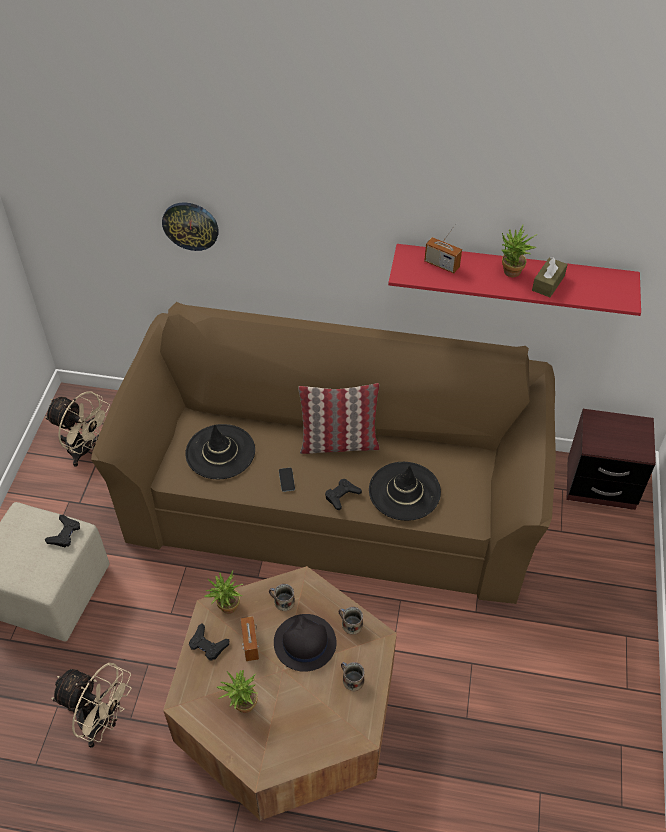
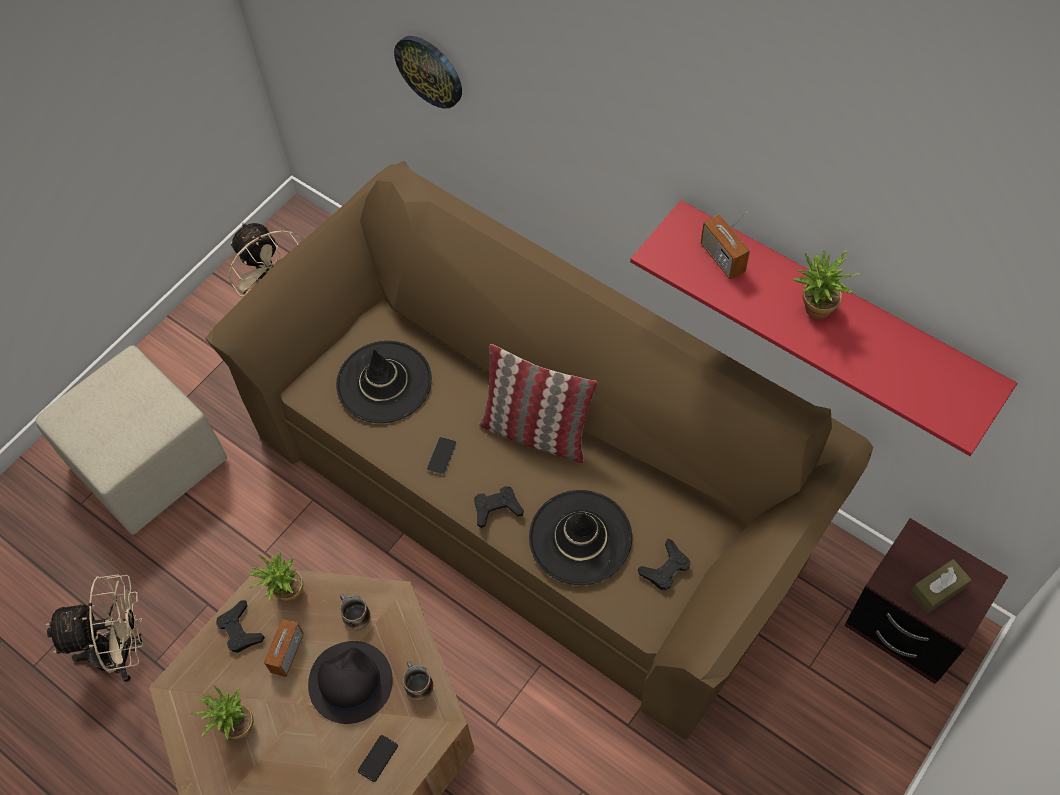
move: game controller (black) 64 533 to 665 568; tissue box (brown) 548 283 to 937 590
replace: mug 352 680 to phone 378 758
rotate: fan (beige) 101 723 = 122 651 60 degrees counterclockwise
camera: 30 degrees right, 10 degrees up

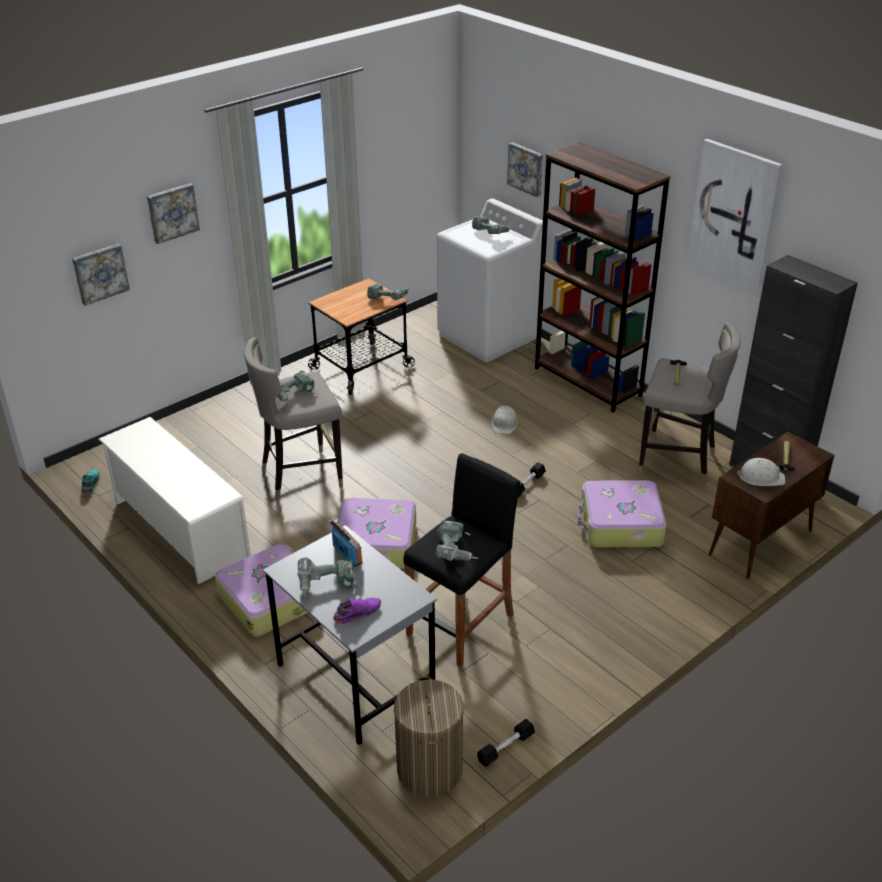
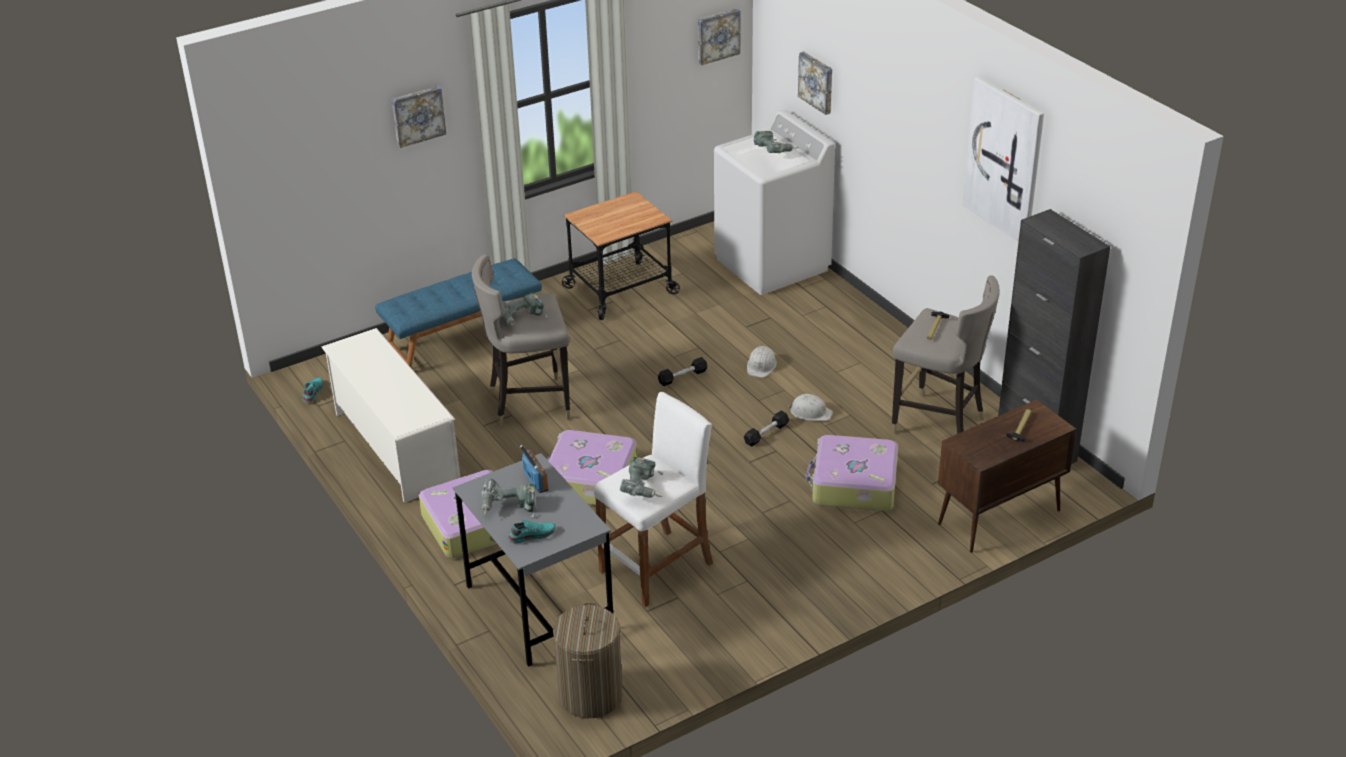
delete: power drill 388 299; bookcase (brown) 588 382
insert: bench (blue) 463 339
move: picture 100 273 to 717 35; dumbbell (black) 506 748 to 682 377; hard hat (white) 760 477 to 810 412
recolor: shoe (purple) 357 613 to shoe (turquoise) 531 535; stool (black) 461 625 to stool (white) 657 567
camera: 10 degrees right, 0 degrees up

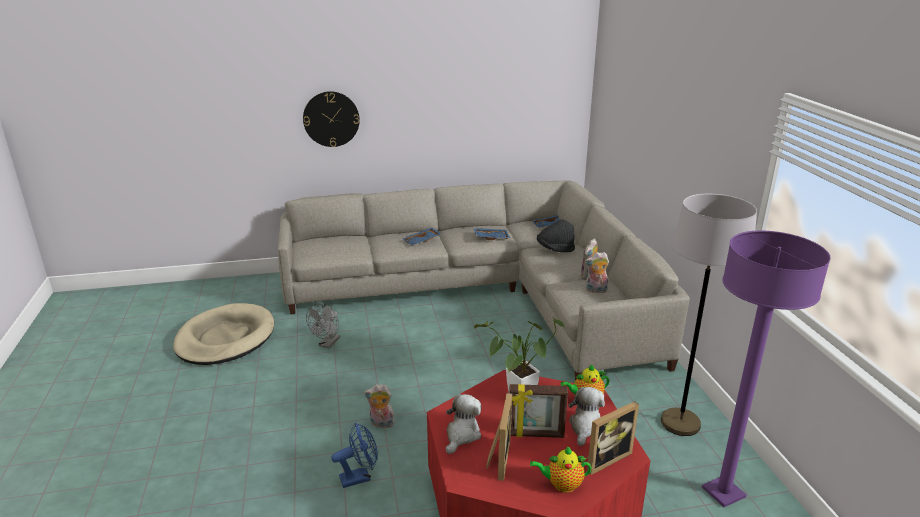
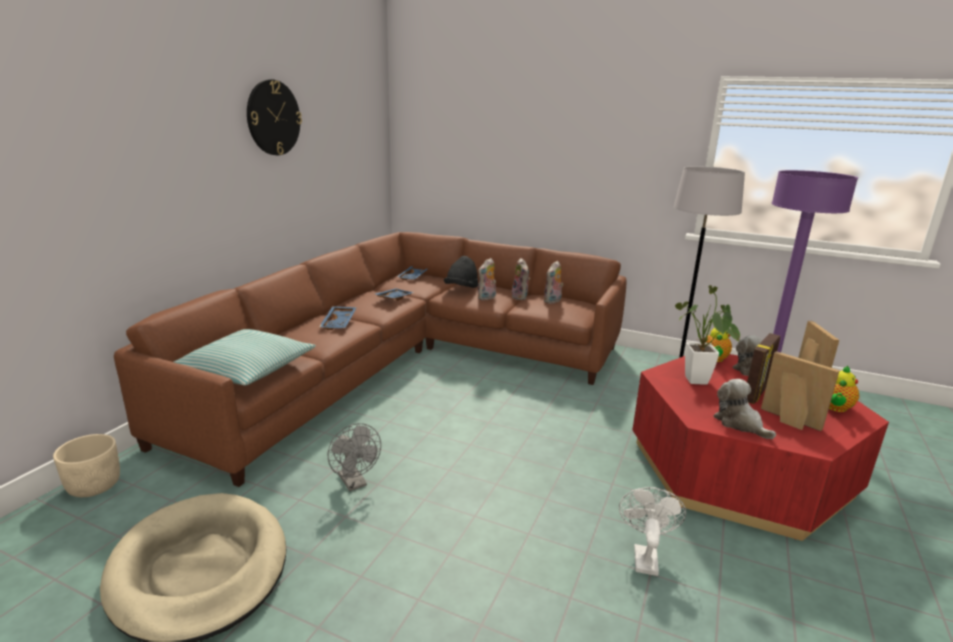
insert: planter (beige) 94 486; pillow 246 369
move: wall clock 331 119 to 273 118; plush toy 381 424 to 487 298
recolor: sofa (grey) 487 294 to sofa (brown) 405 363; fan (blue) 359 477 to fan (white) 644 556
camera: 55 degrees left, 5 degrees down

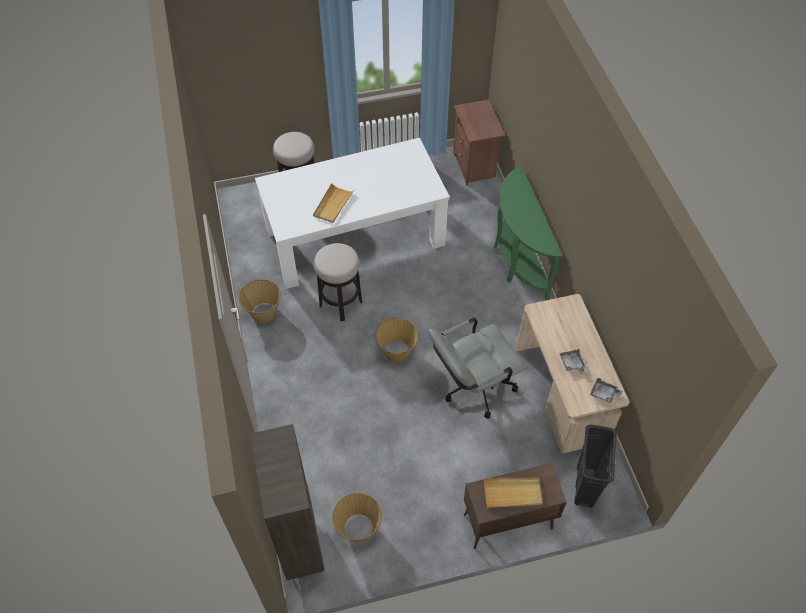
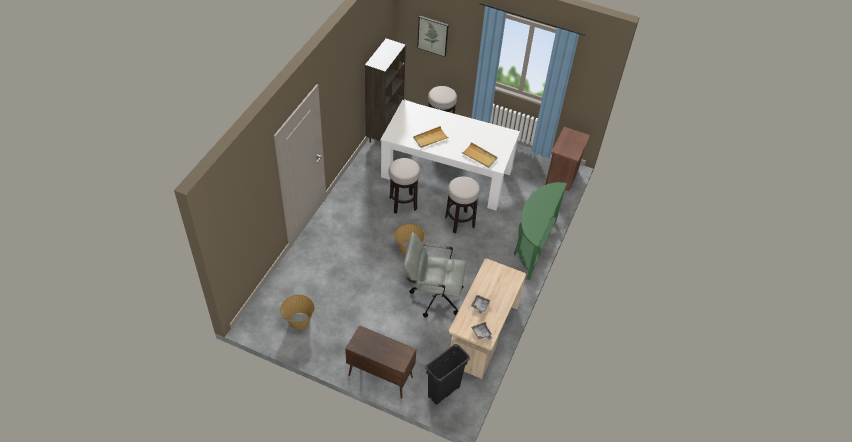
delete: basket 263 313
insert: picture 433 35; stool 459 222
move: bookcase (brown) 299 544 to 384 133; tray (beige) 513 493 to 479 156
camera: 35 degrees right, 5 degrees down

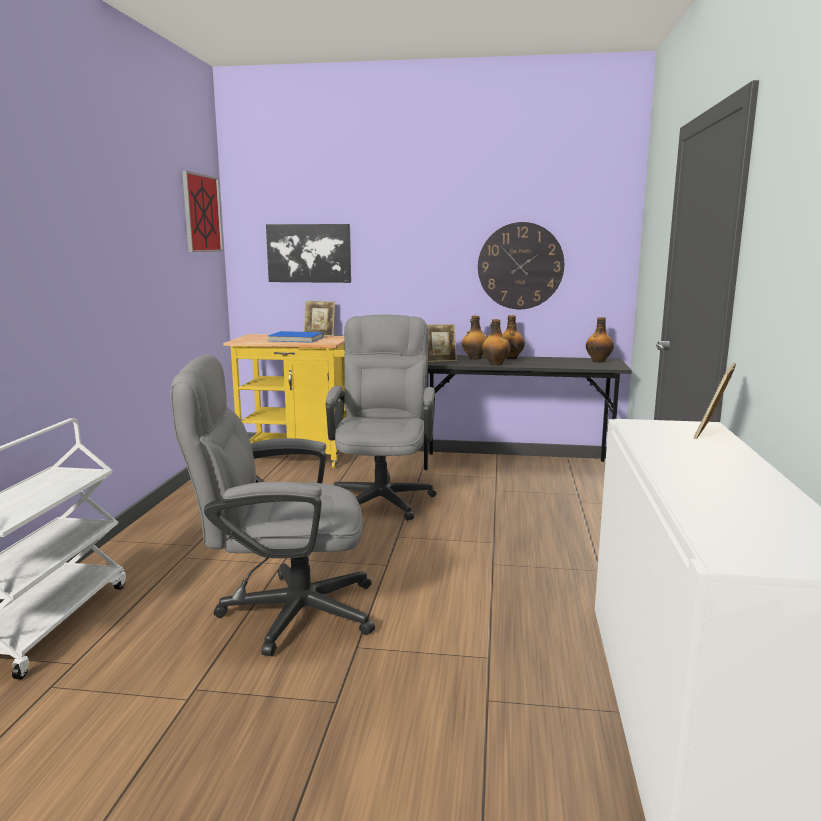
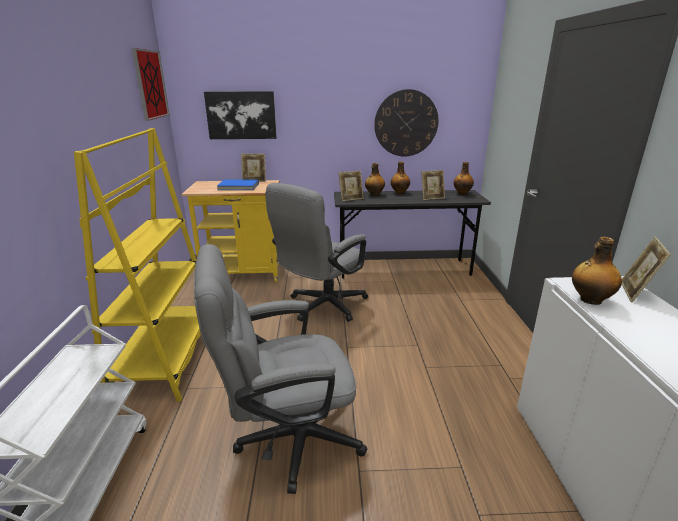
insert: bookcase (yellow) 167 357; picture frame 432 198
move: bottle 495 364 to 589 300
rotate: office chair (grey) 383 496 = 322 307 135 degrees counterclockwise
camera: 10 degrees left, 10 degrees up

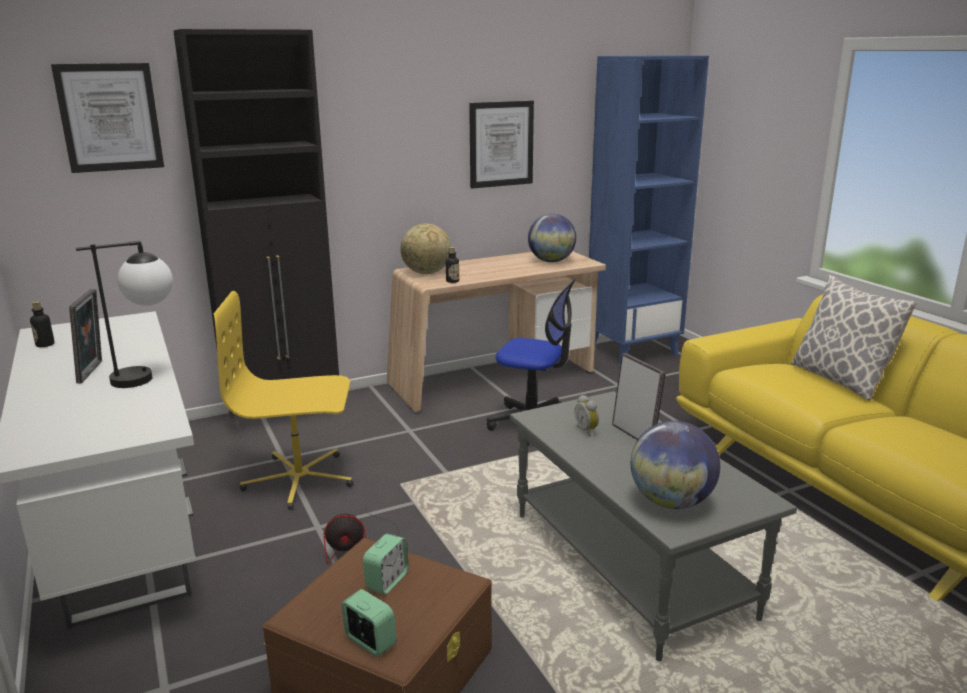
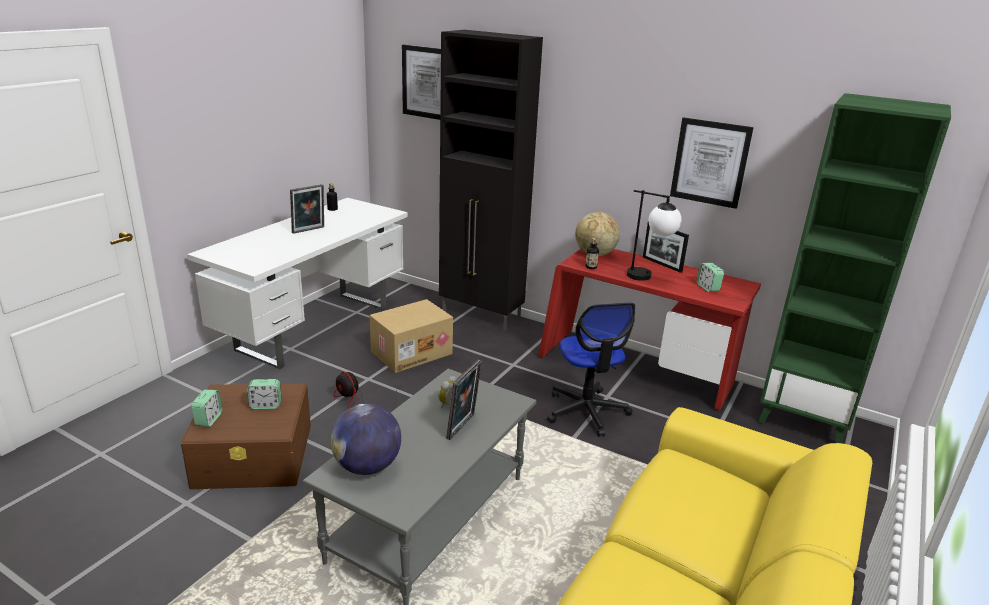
delete: pillow 839 380
insert: picture frame 662 264
move: table lamp 149 377 to 648 278
replace: office chair (yellow) 299 480 to cardboard box 411 352; globe 551 261 to alarm clock 708 288
recolor: desk (beige) 494 379 to desk (red) 636 370; bookcase (blue) 632 350 to bookcase (green) 804 420
camera: 55 degrees right, 5 degrees up

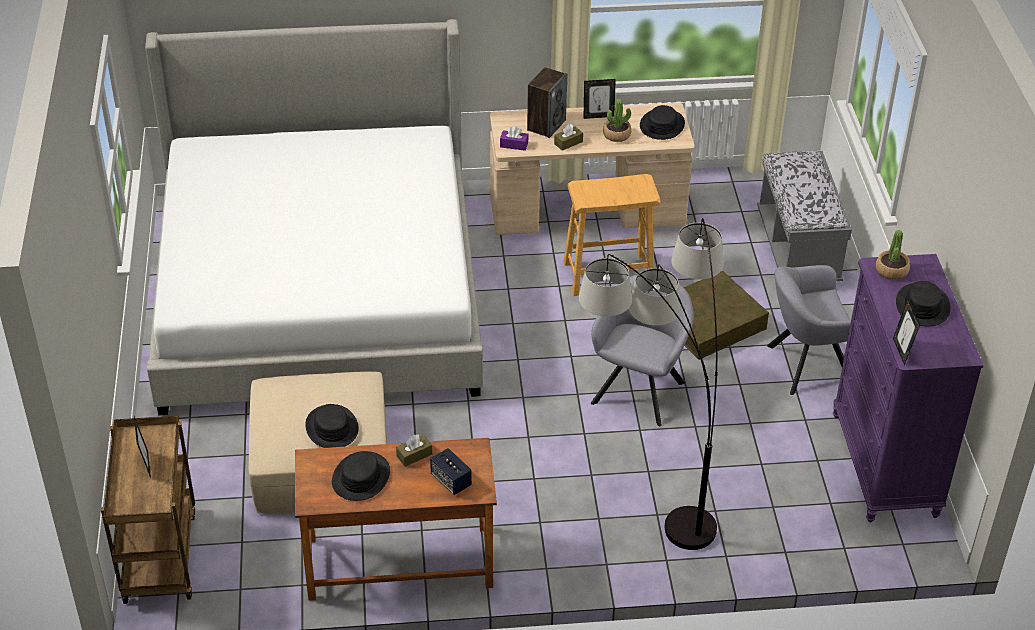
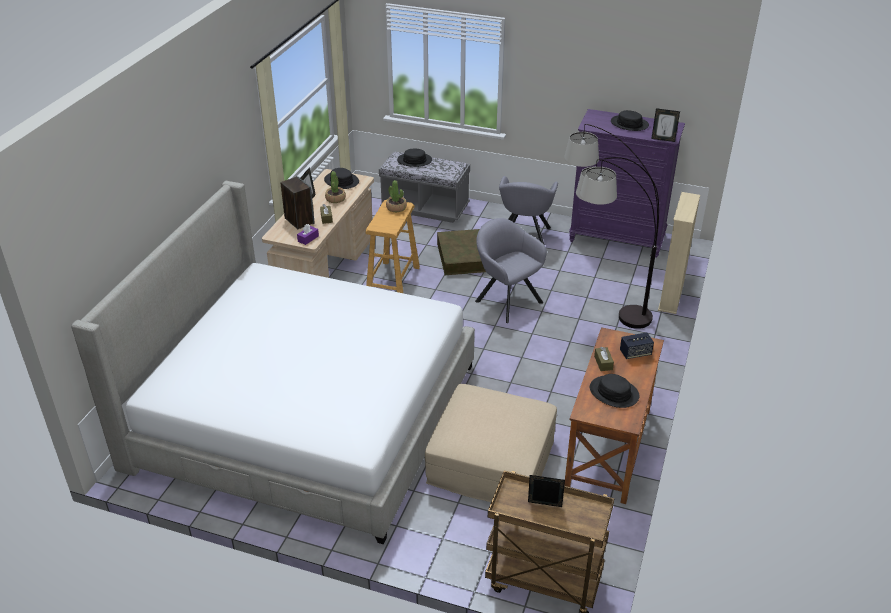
insert: bookcase (beige) 671 297
move: hat (black) 331 428 to 414 160; potted plant 891 270 to 396 208
camera: 65 degrees left, 5 degrees down

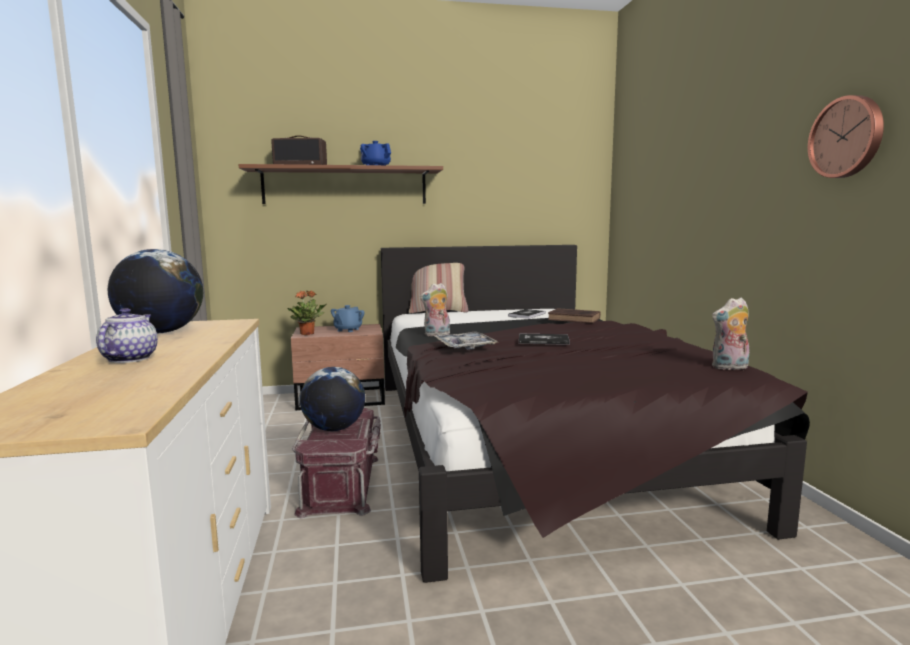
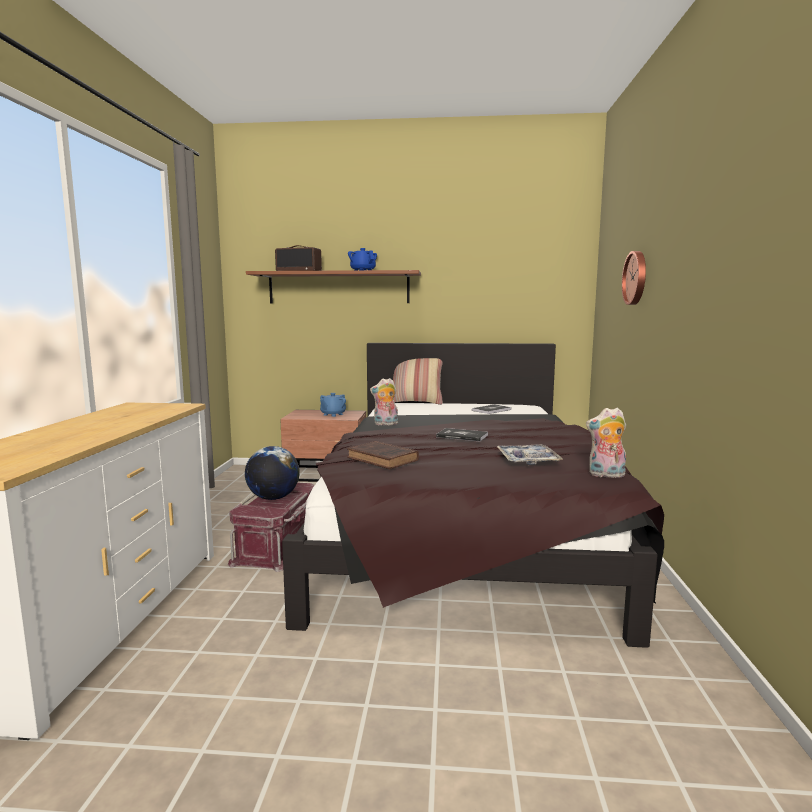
delete: teapot 130 358; globe 161 332; potted plant 307 334
move: tray 465 346 to 528 460; book (brown) 575 319 to 384 459; wall clock 847 137 to 636 278
camera: 15 degrees right, 0 degrees up

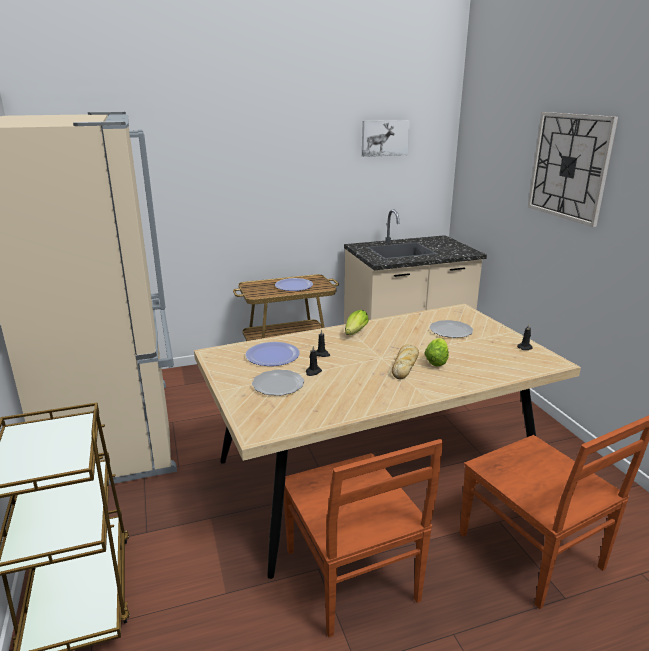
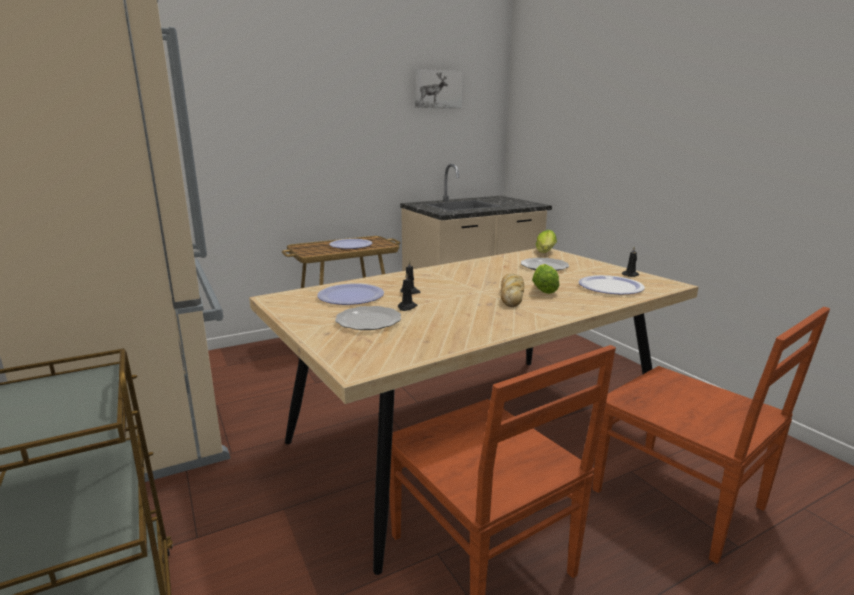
delete: wall clock 569 166
insert: plate 610 287
move: lettuce 354 333 to 545 253
camera: 10 degrees left, 5 degrees down

